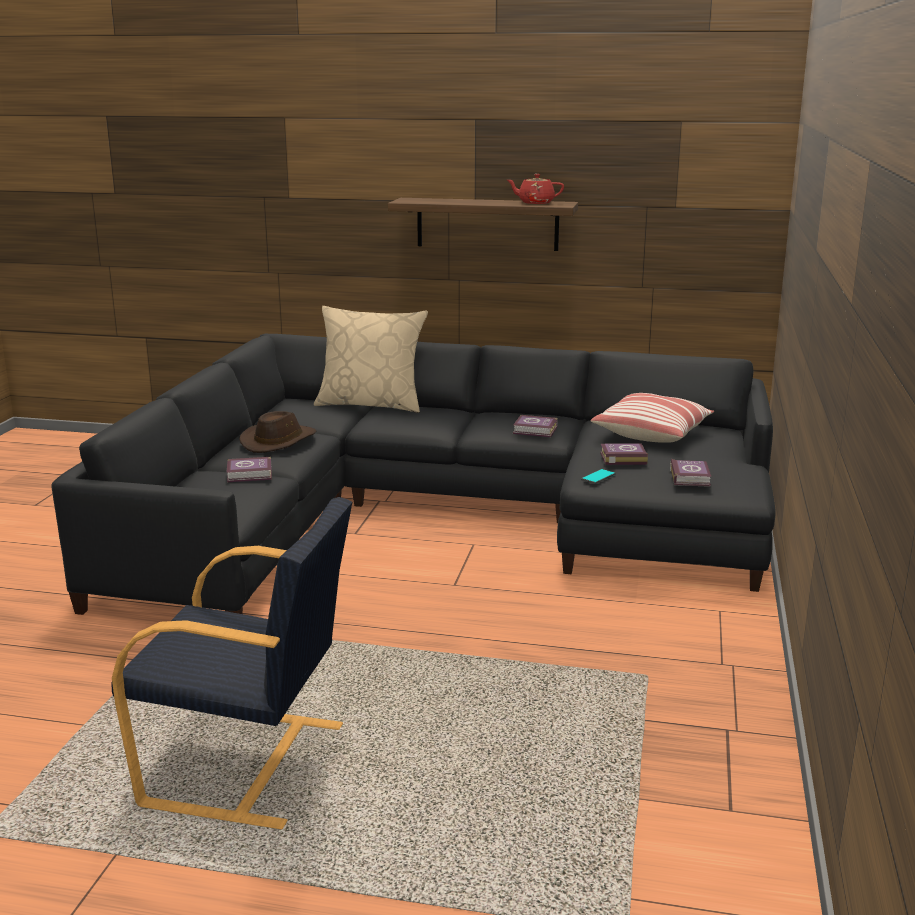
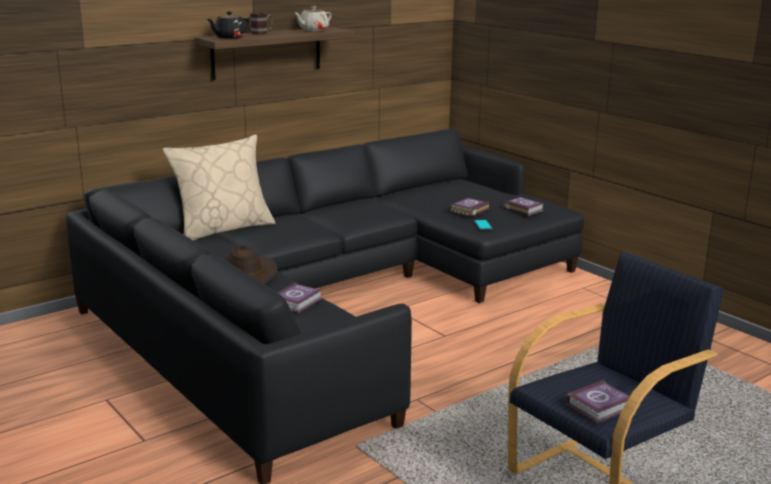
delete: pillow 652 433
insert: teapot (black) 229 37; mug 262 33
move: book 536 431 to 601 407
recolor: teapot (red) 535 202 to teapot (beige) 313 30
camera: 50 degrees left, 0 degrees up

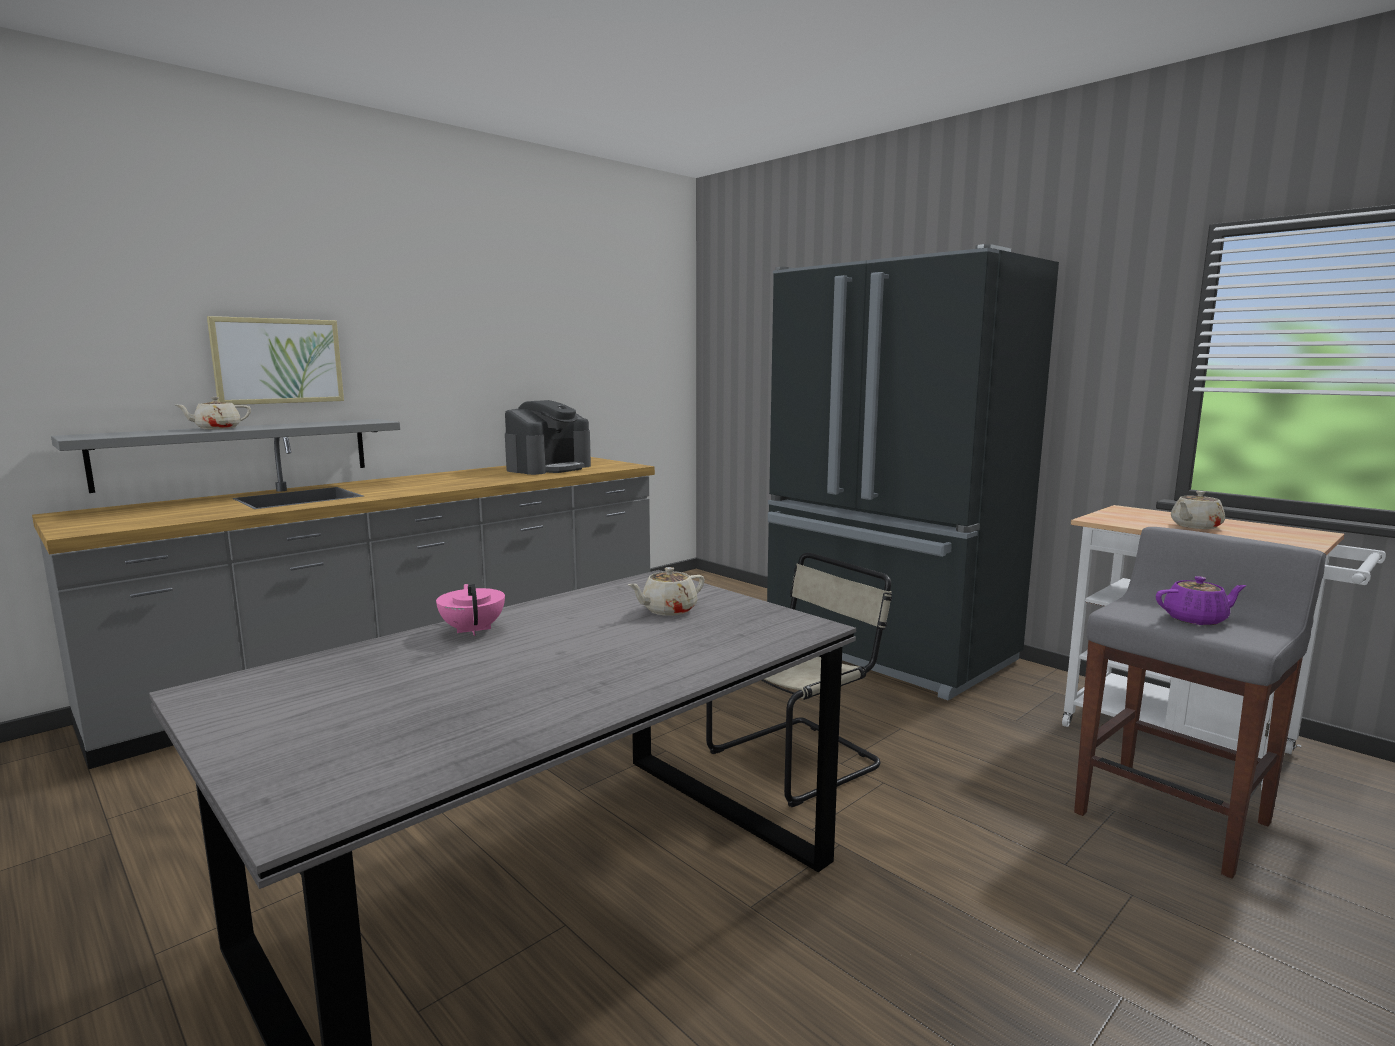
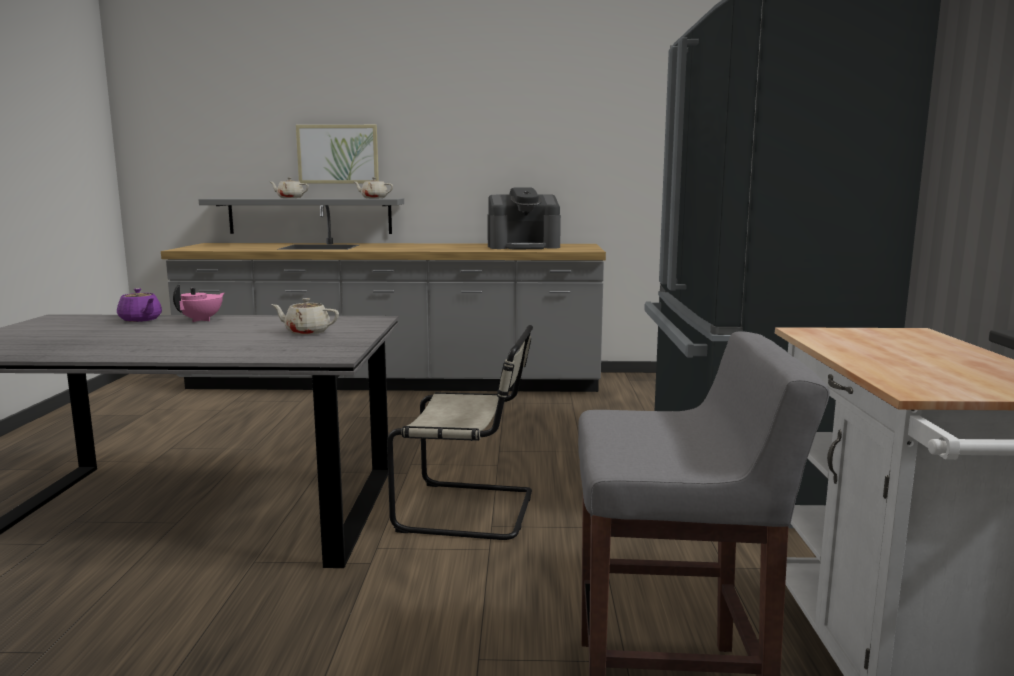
move: teapot (purple) 1196 619 to 141 320; teapot (beige) 1195 526 to 373 198
camera: 45 degrees right, 0 degrees up

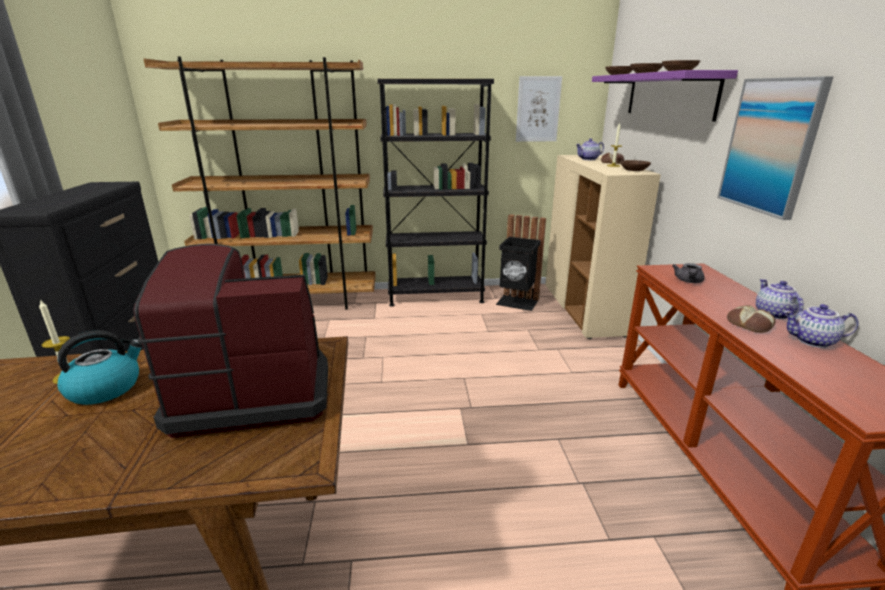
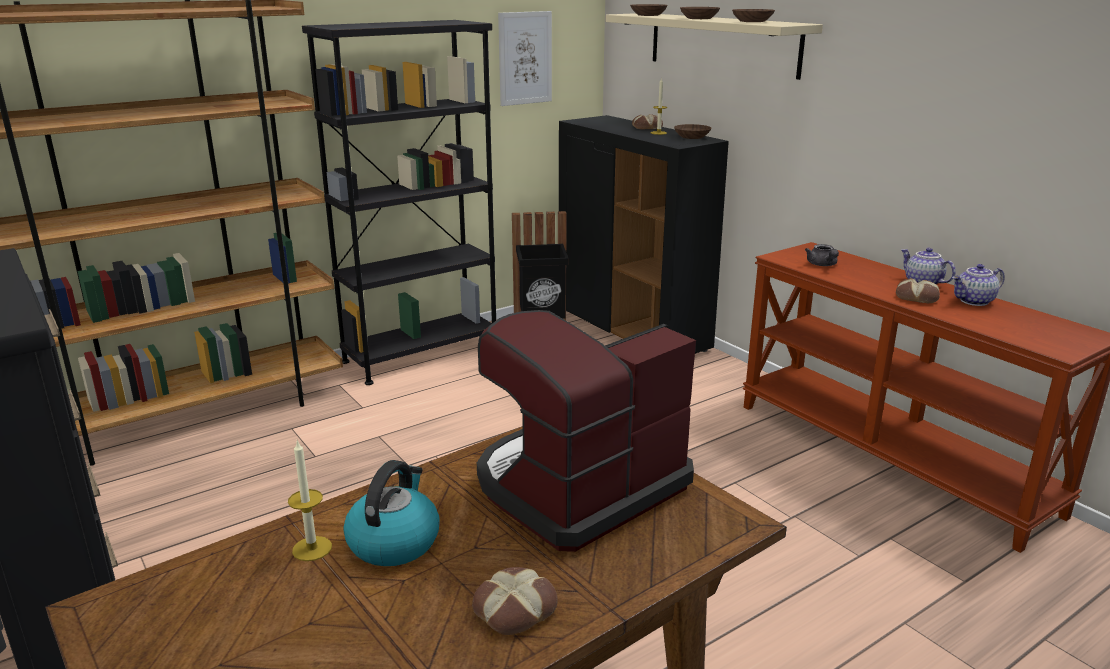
delete: teapot 588 159; picture 770 146
insert: bread 514 608
recolor: cabinet (beige) 584 310 to cabinet (black) 633 330; shelf (purple) 669 95 to shelf (beige) 722 44
camera: 30 degrees left, 0 degrees up

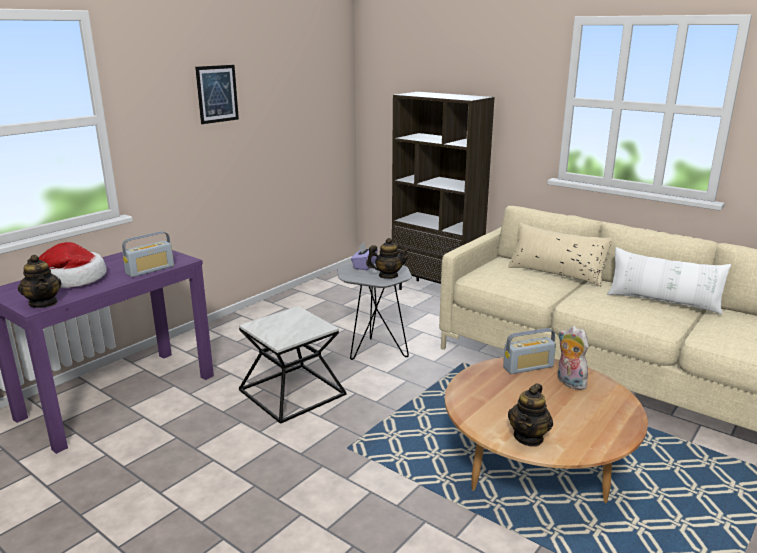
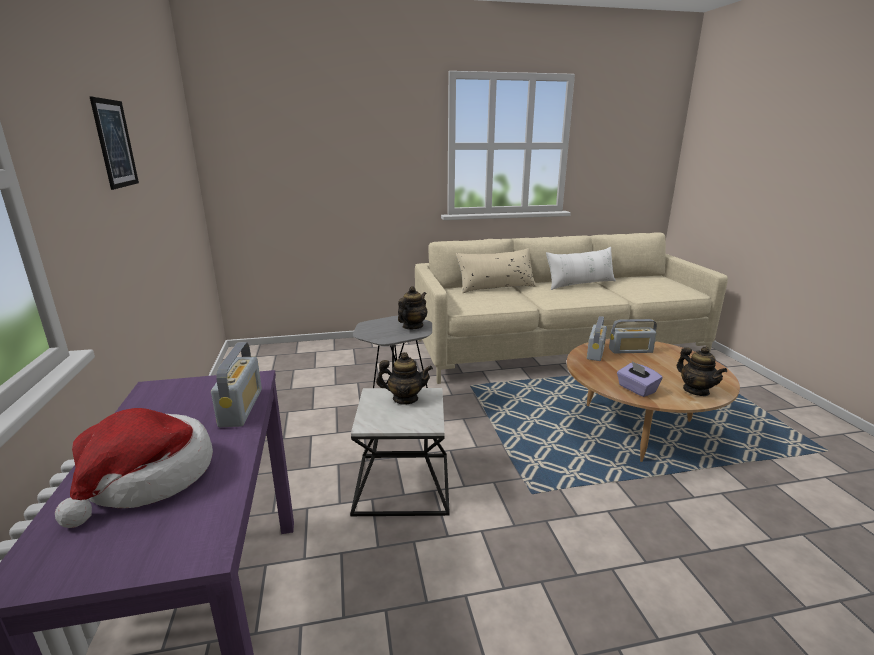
delete: bookcase (brown) 436 292
move: teapot 44 303 to 405 399; tissue box (purple) 364 266 to 636 389
replace: plush toy 569 382 to radio 630 350
camera: 50 degrees left, 0 degrees up

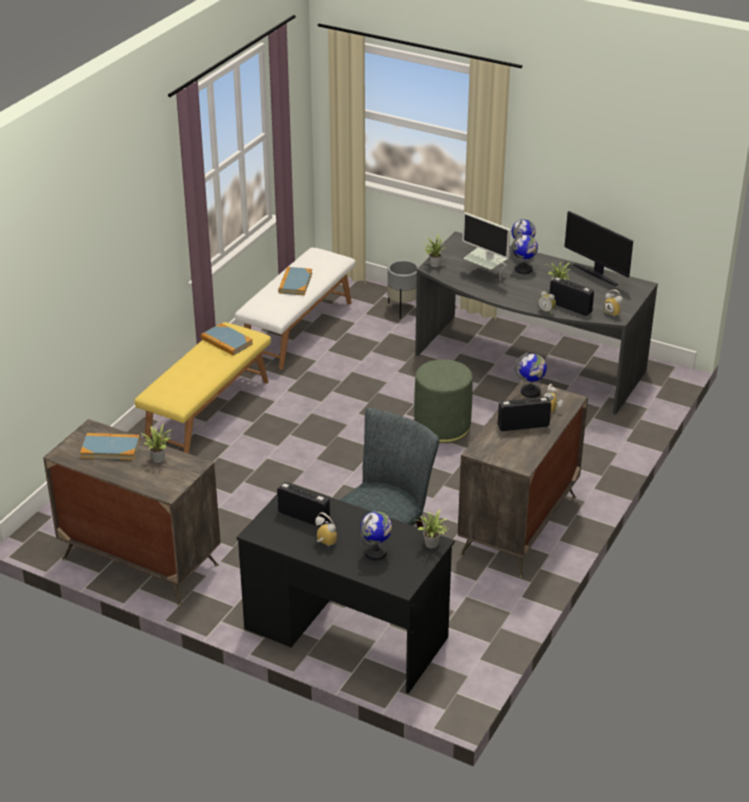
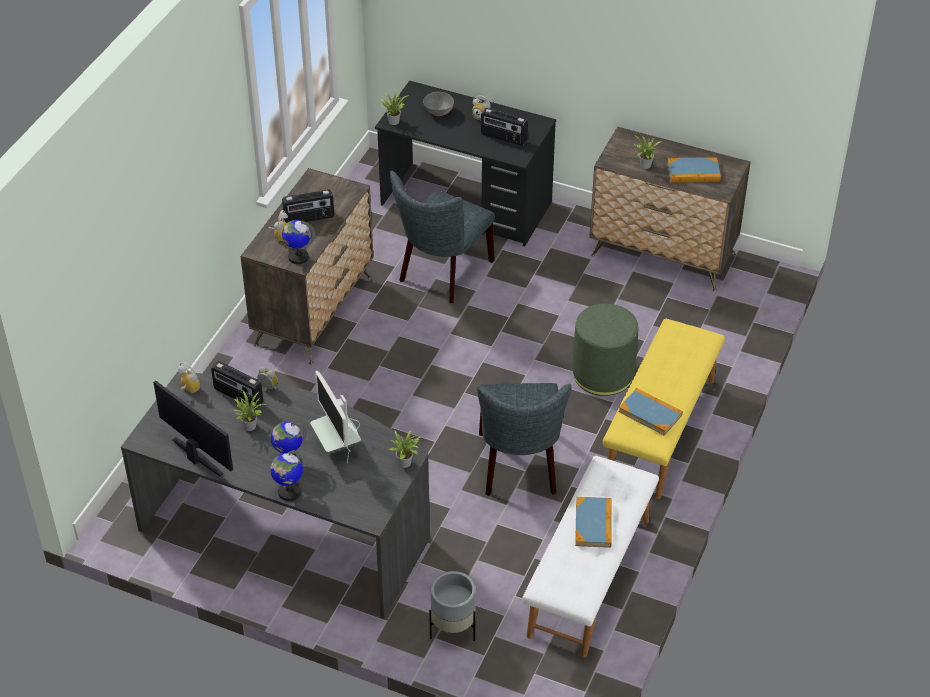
insert: chair (grey) 519 468
move: ottoman (green) 442 426 to 602 374
replace: globe 376 553 to bowl (grey) 438 112
rotate: monitor 486 274 = 338 447 150 degrees counterclockwise
camera: 175 degrees right, 10 degrees up

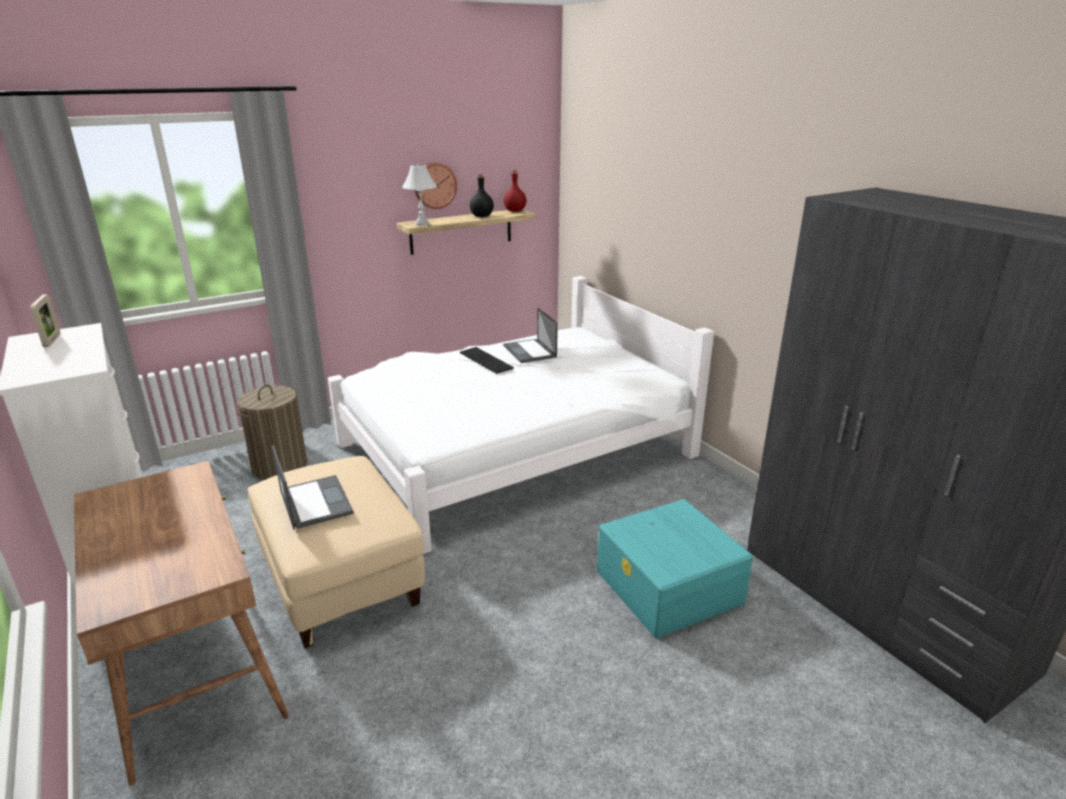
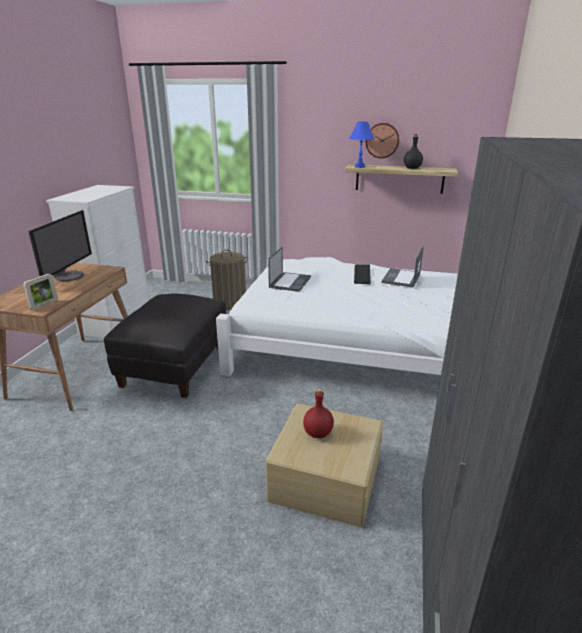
insert: monitor 69 276
move: picture frame 52 340 to 44 305; laptop 315 502 to 290 282; bottle (red) 514 211 to 317 433
recolor: ottoman (beige) 340 579 to ottoman (black) 175 366; table lamp (white) 422 224 to table lamp (blue) 360 167; storage box (turquoise) 669 586 to storage box (beige) 325 479
camera: 45 degrees right, 0 degrees up

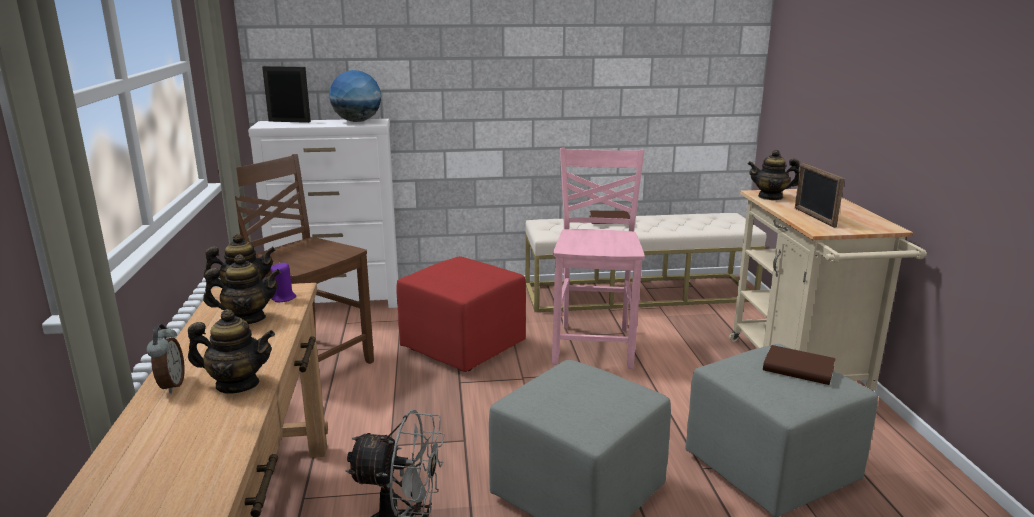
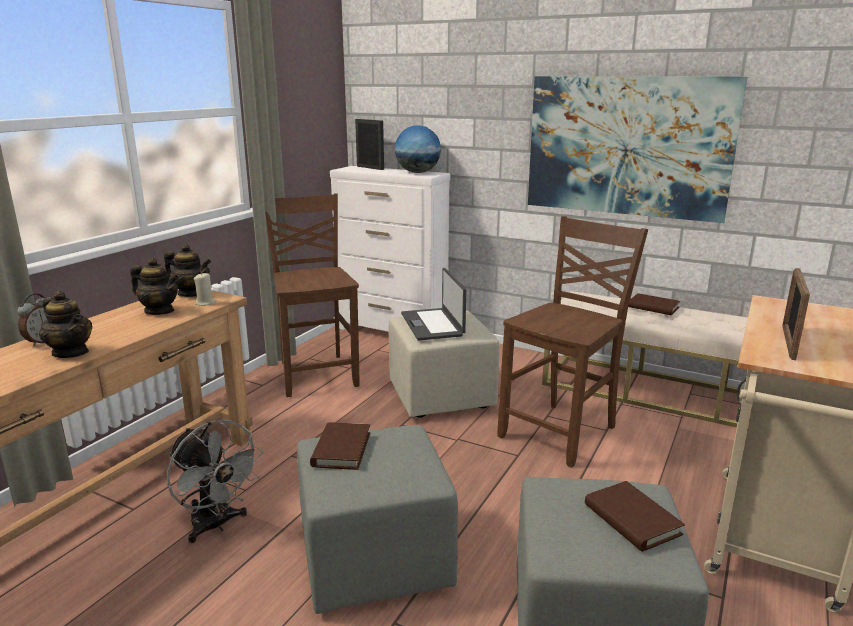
delete: teapot 770 197
insert: book (brown) 341 449; laptop 433 324; picture 627 146
recolor: candle (purple) 284 298 to candle (beige) 205 303; ottoman (red) 464 347 to ottoman (beige) 442 397; chair (pink) 594 345 to chair (brown) 561 432
camera: 35 degrees right, 0 degrees up

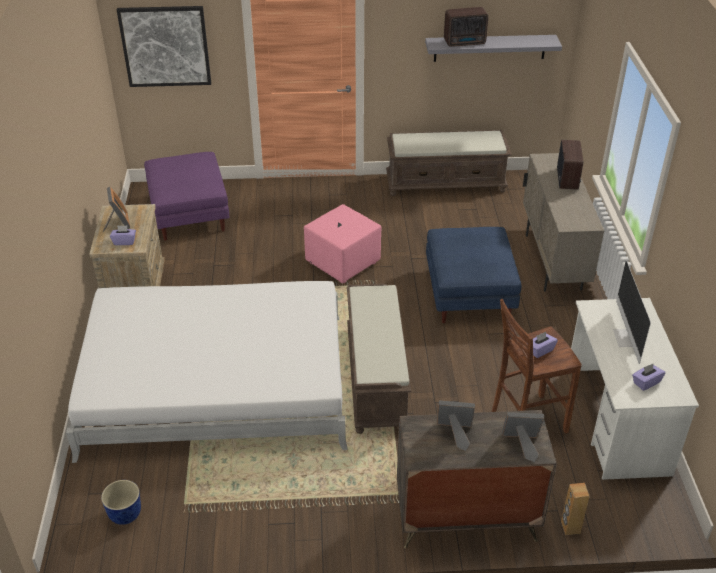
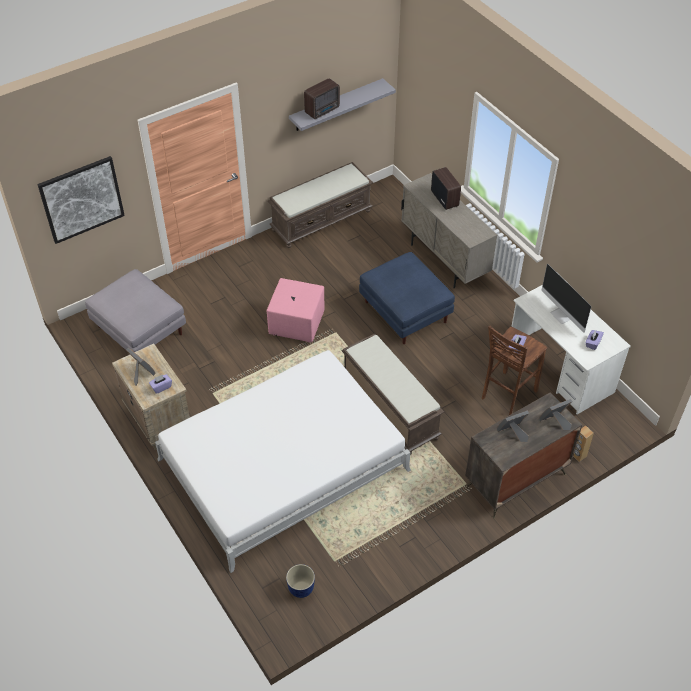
recolor: ottoman (purple) 189 213 to ottoman (grey) 138 330
camera: 30 degrees left, 10 degrees up

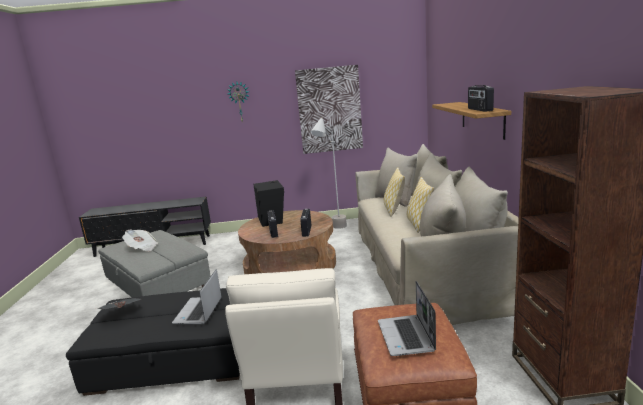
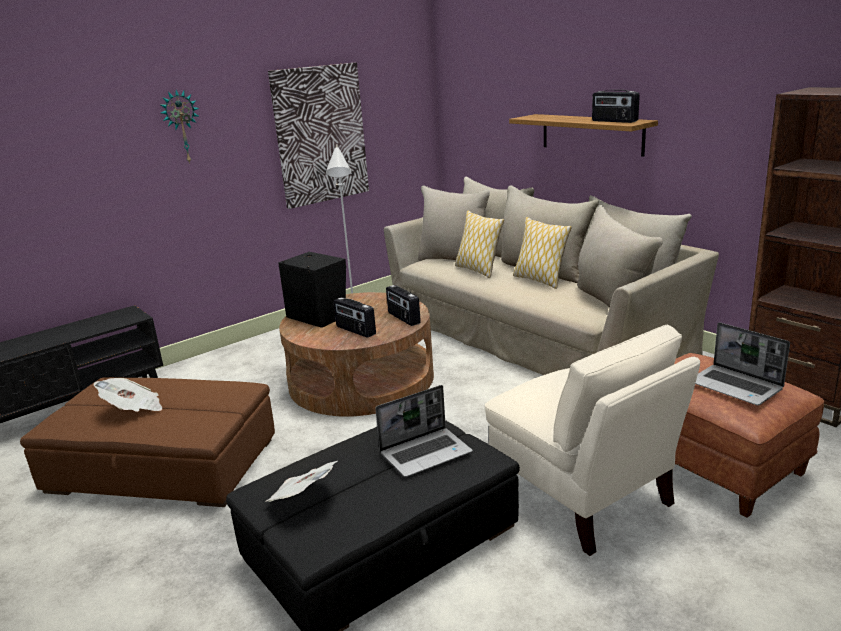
recolor: ottoman (grey) 156 282 to ottoman (brown) 163 465
rotate: laptop 199 312 = 426 453 90 degrees counterclockwise
camera: 35 degrees left, 5 degrees up

